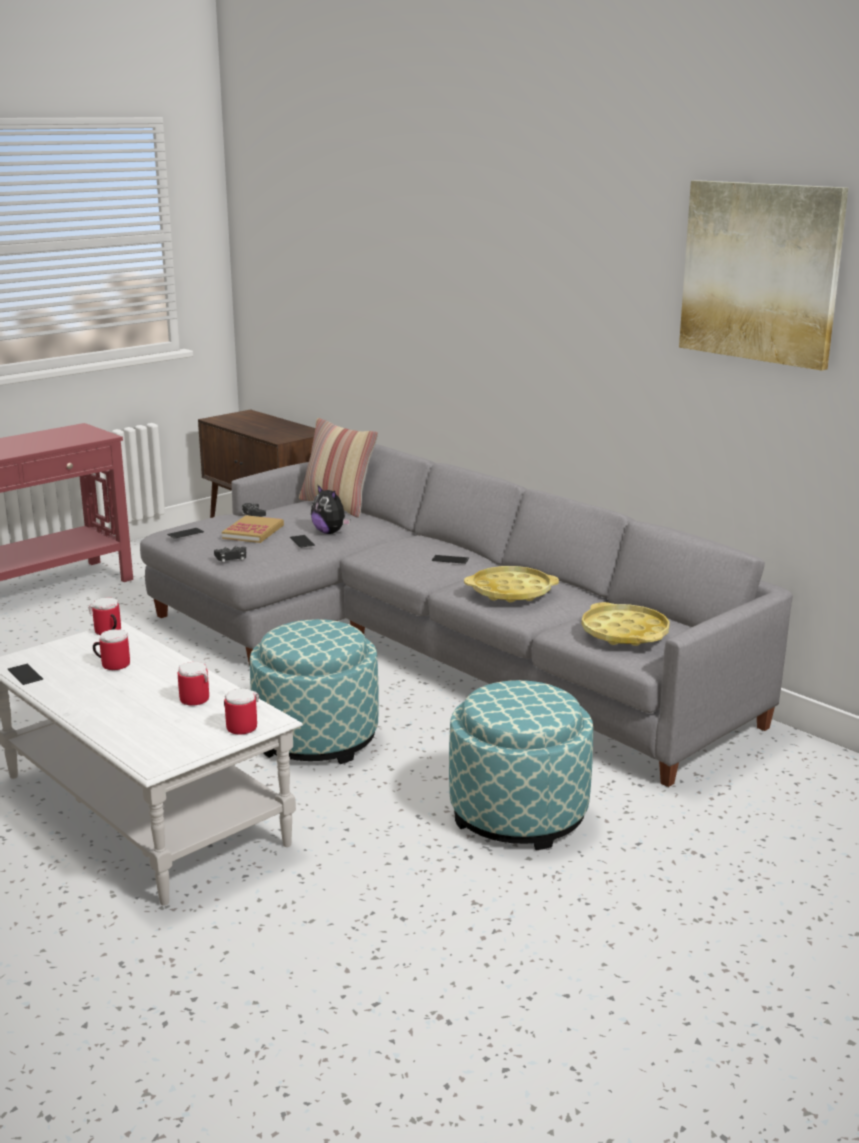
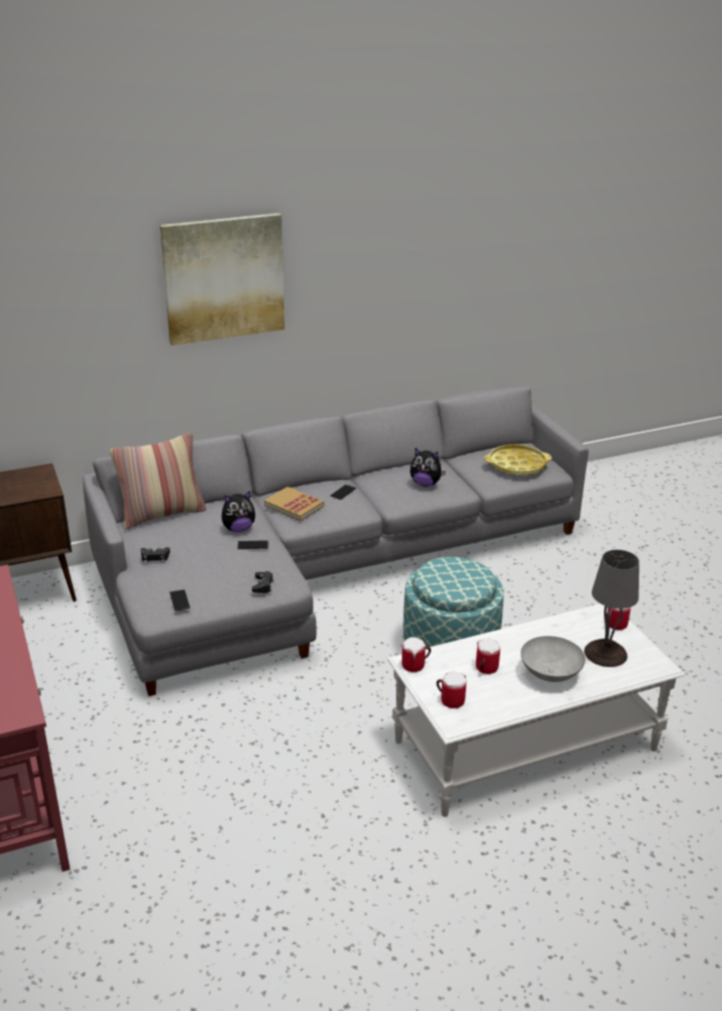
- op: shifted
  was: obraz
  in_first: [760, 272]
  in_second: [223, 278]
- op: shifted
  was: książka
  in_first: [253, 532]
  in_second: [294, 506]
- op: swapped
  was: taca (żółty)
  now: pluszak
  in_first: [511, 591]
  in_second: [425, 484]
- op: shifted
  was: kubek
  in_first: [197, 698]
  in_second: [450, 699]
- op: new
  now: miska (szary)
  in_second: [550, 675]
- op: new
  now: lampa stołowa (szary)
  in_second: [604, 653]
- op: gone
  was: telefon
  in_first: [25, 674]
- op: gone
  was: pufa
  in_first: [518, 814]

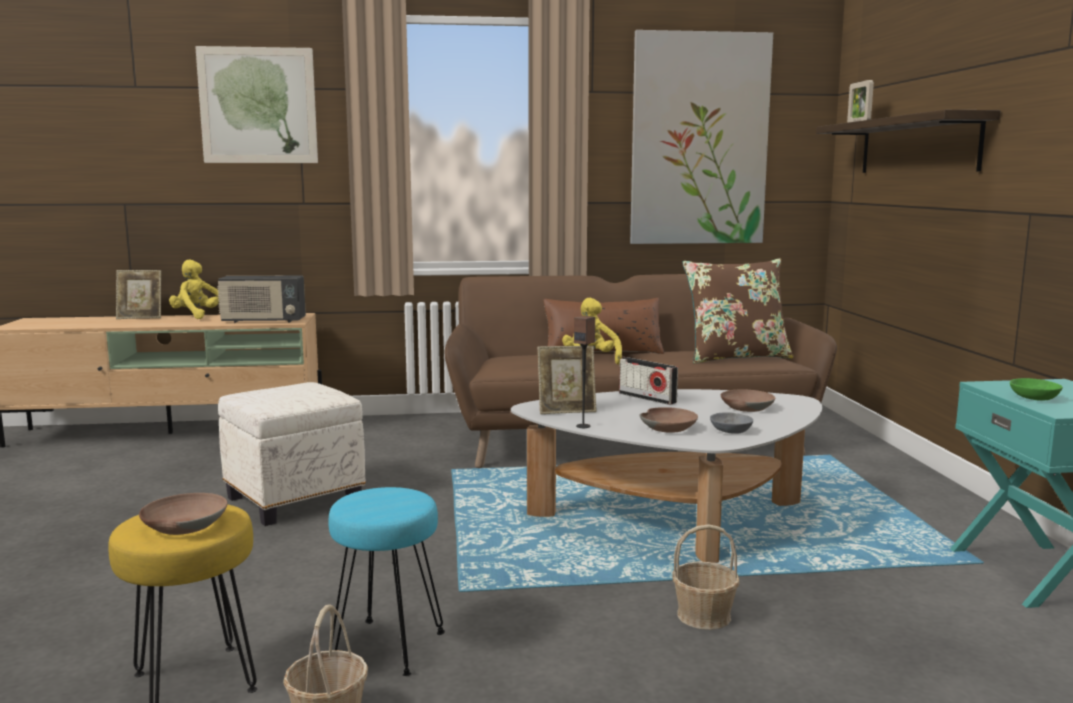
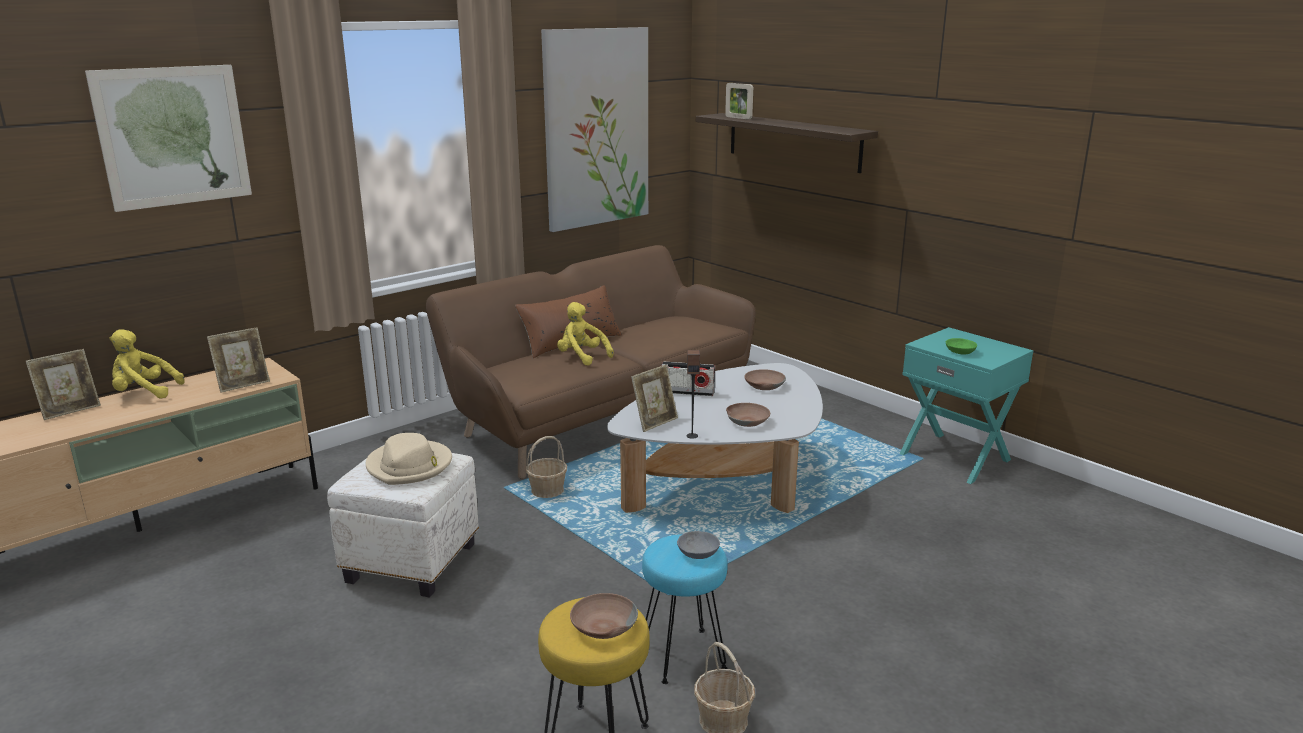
- op: swapped
  was: radio
  now: ramka na zdjęcie
  in_first: [263, 321]
  in_second: [243, 384]
- op: new
  now: kapelusz (beżowy)
  in_second: [410, 466]
- op: shifted
  was: koszyk
  in_first: [704, 616]
  in_second: [548, 491]
- op: shifted
  was: miska (szary)
  in_first: [730, 431]
  in_second: [697, 554]
- op: gone
  was: poduszka (brązowy)
  in_first: [735, 357]

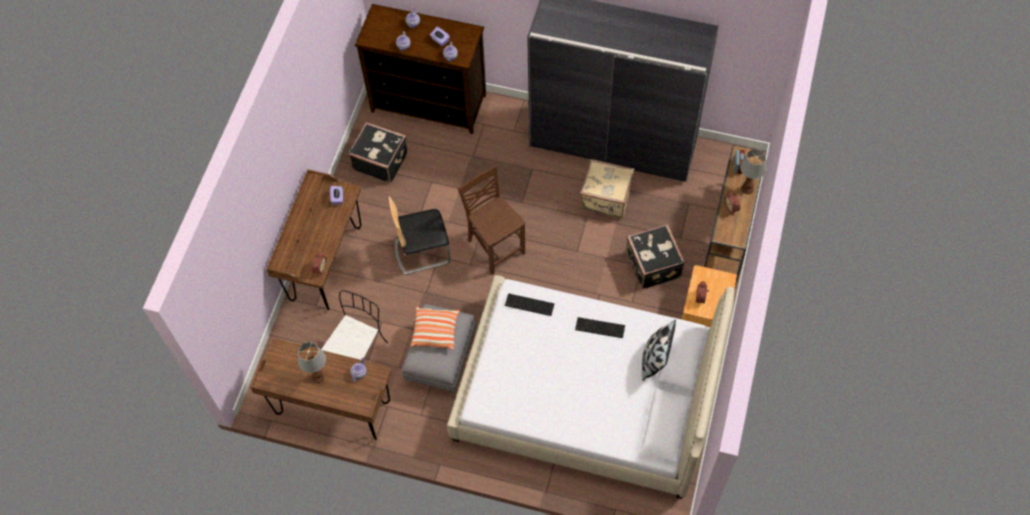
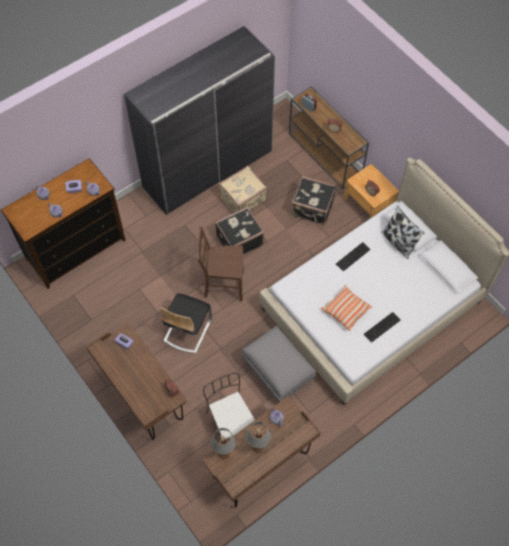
- op: shifted
  was: lampa stołowa
  in_first: [747, 189]
  in_second: [224, 453]
- op: shifted
  was: walizka (czarny)
  in_first: [380, 160]
  in_second: [239, 240]
- op: shifted
  was: poduszka
  in_first: [435, 331]
  in_second: [346, 310]
- op: shifted
  was: klawiatura
  in_first: [530, 305]
  in_second: [383, 327]

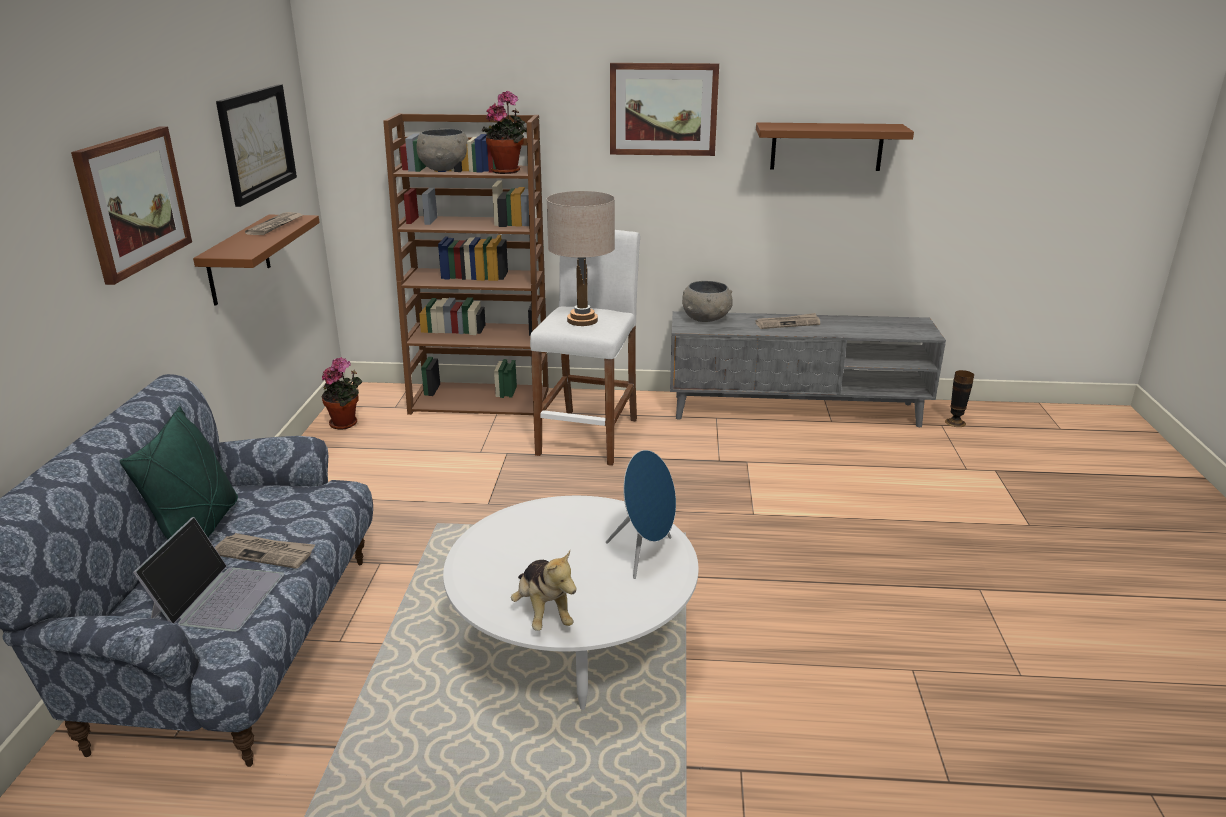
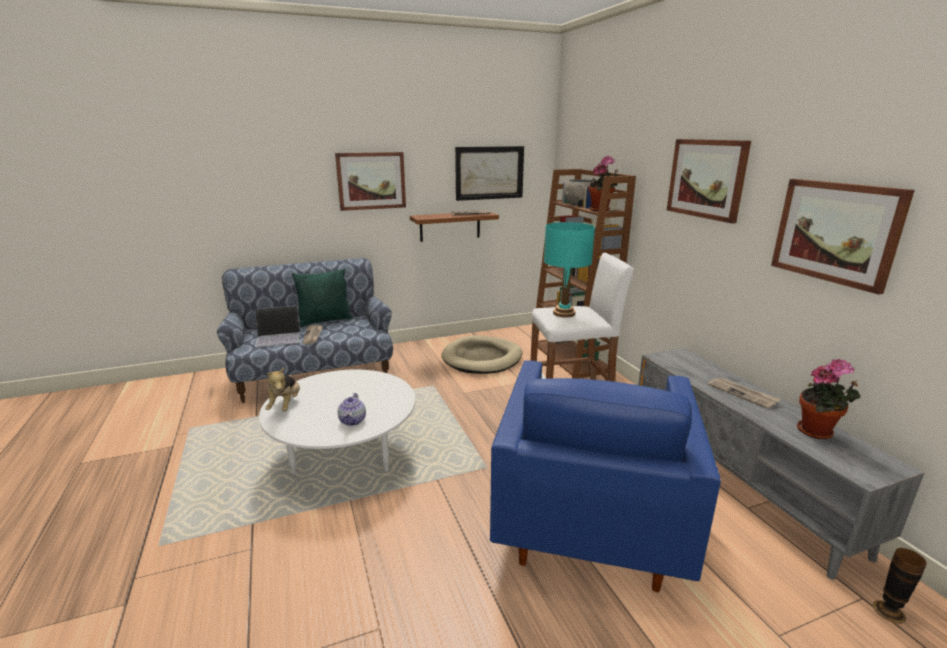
- op: rotated
  was: pluszak
  in_first: [543, 612]
  in_second: [285, 405]
  clockwise: -45
- op: swapped
  was: głośnik (niebieski)
  now: imbryk
  in_first: [645, 555]
  in_second: [353, 421]
- op: new
  now: legowisko (beżowy)
  in_second: [482, 358]
- op: new
  now: fotel (niebieski)
  in_second: [589, 521]
- op: repainted
  was: lampa stołowa (beżowy)
  now: lampa stołowa (turkusowy)
  in_first: [582, 320]
  in_second: [564, 313]
- op: swapped
  was: półka (brązowy)
  now: obraz
  in_first: [826, 146]
  in_second: [835, 232]
- op: shifted
  was: roślina doniczkowa
  in_first: [346, 423]
  in_second: [818, 432]
- op: gone
  was: miska (szary)
  in_first: [706, 319]

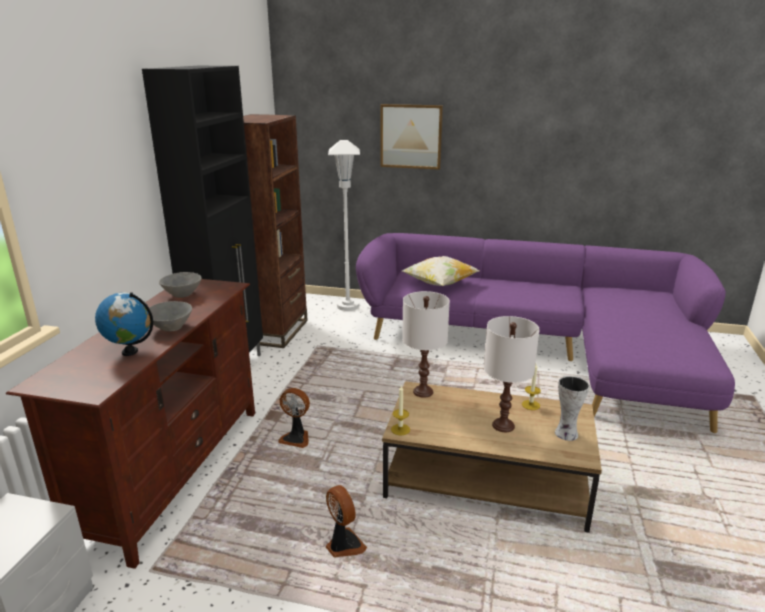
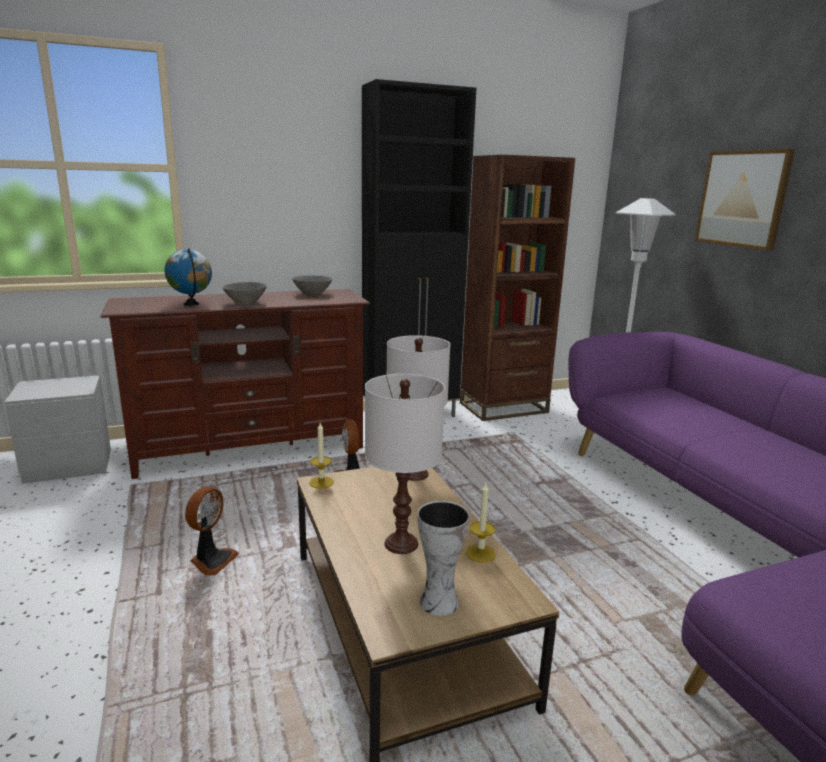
- op: gone
  was: poduszka
  in_first: [439, 284]

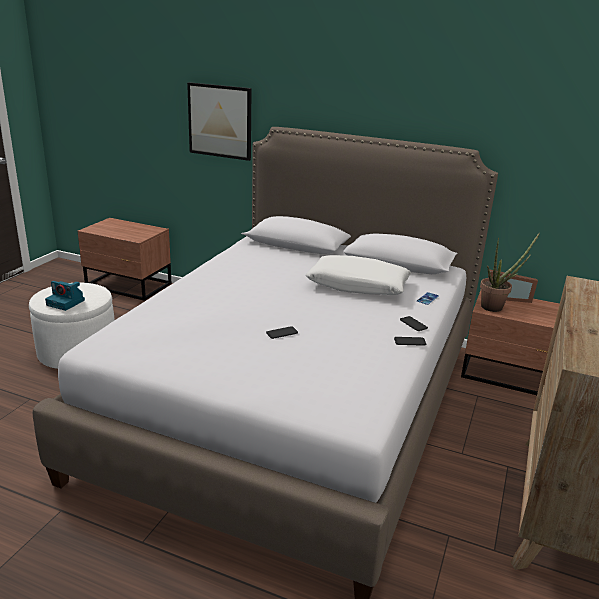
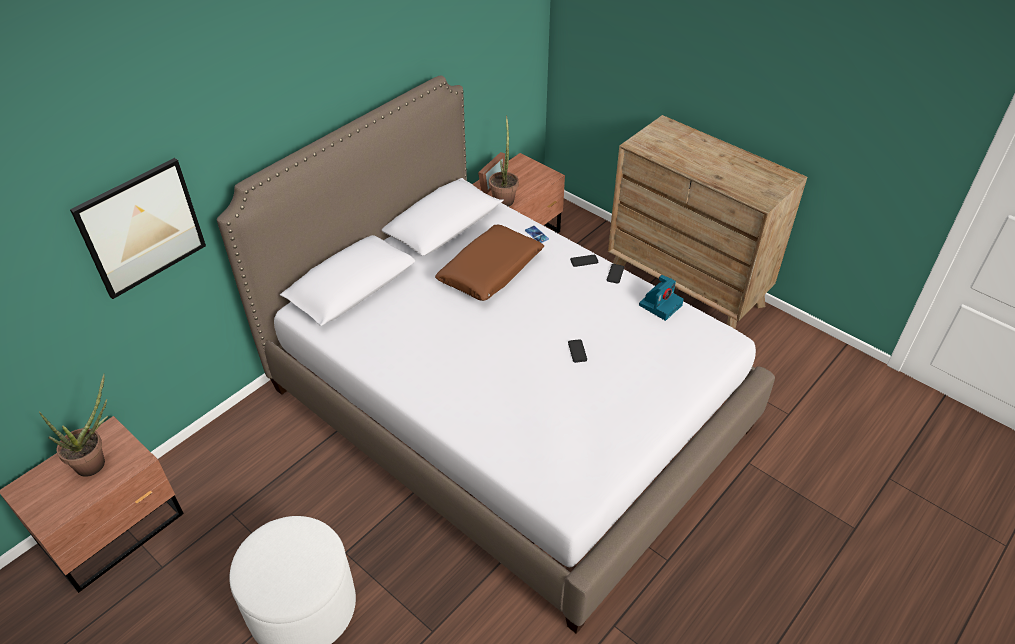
- op: new
  now: roślina doniczkowa
  in_second: [97, 461]
- op: repainted
  was: poduszka (biały)
  now: poduszka (brązowy)
  in_first: [358, 285]
  in_second: [491, 271]
- op: shifted
  was: aparat fotograficzny
  in_first: [66, 303]
  in_second: [660, 304]

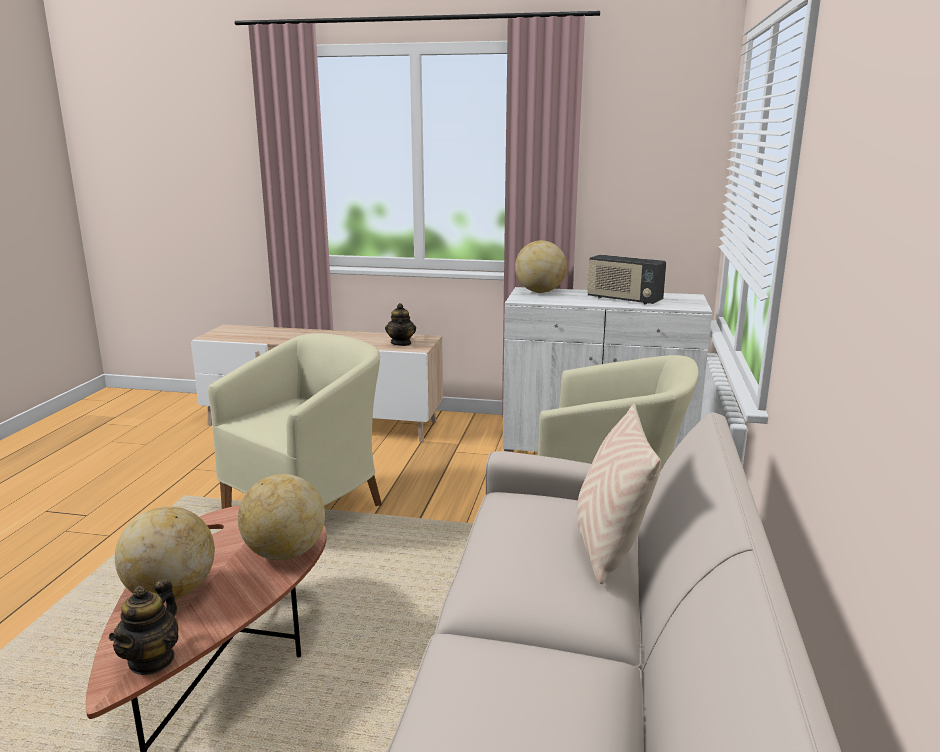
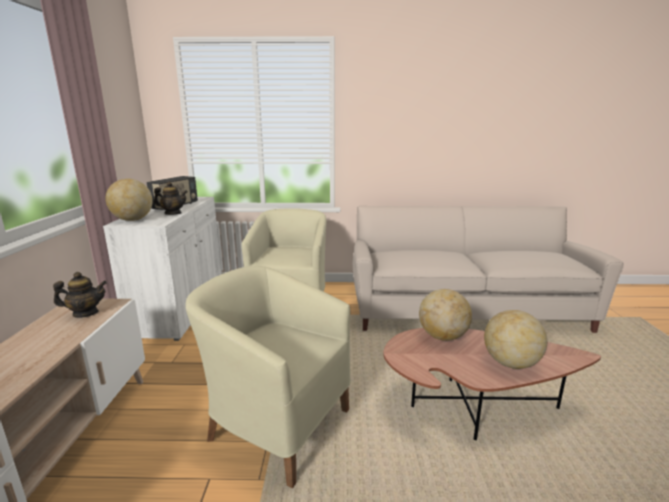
- op: shifted
  was: imbryk
  in_first: [152, 660]
  in_second: [173, 213]
- op: gone
  was: poduszka (beżowy)
  in_first: [608, 548]

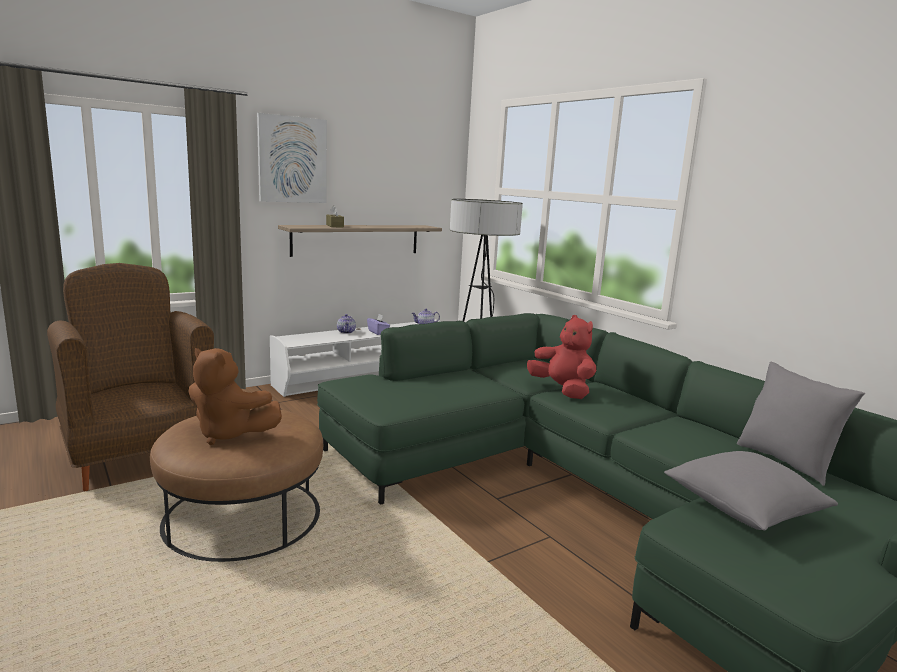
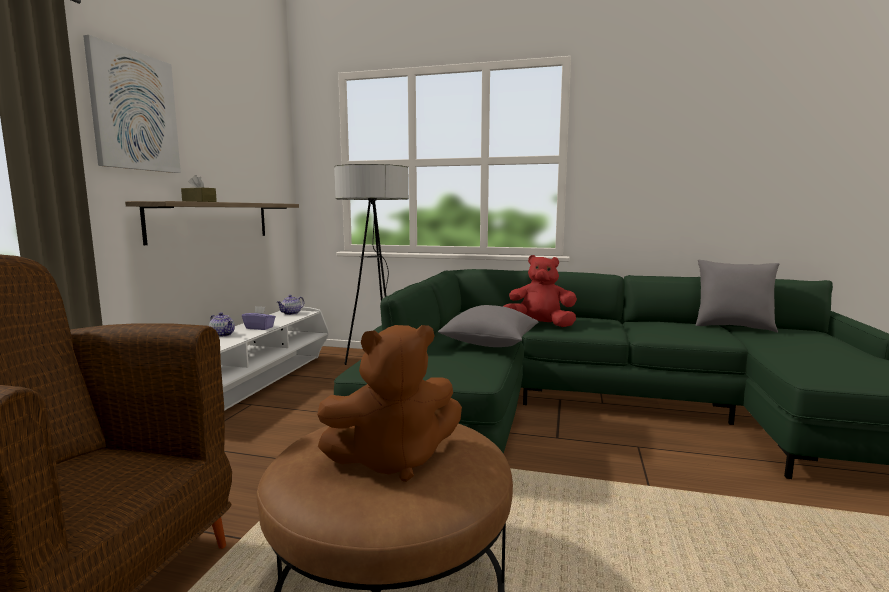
- op: shifted
  was: poduszka (szary)
  in_first: [742, 509]
  in_second: [489, 343]

